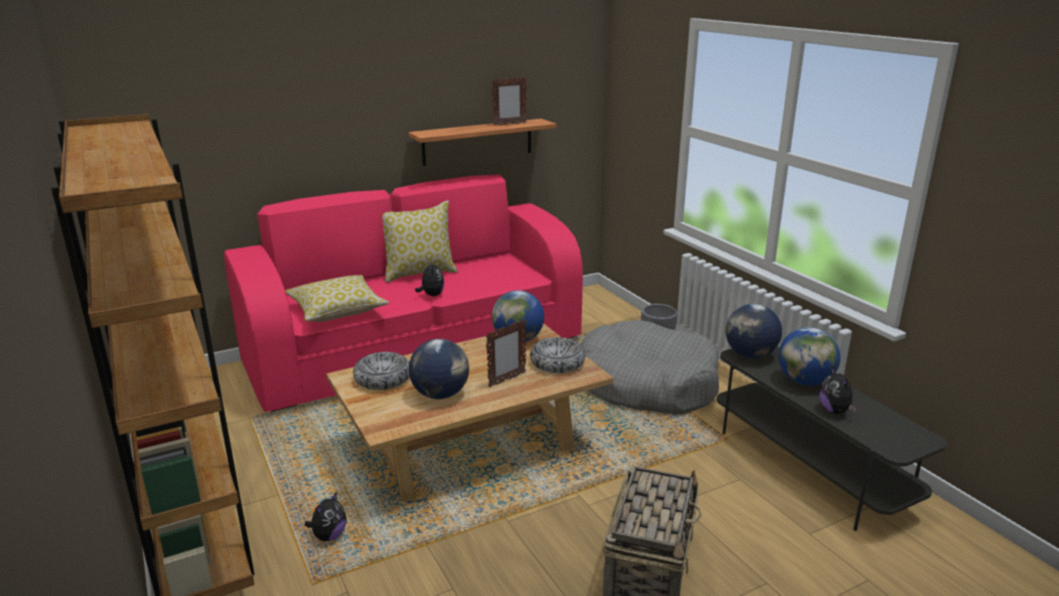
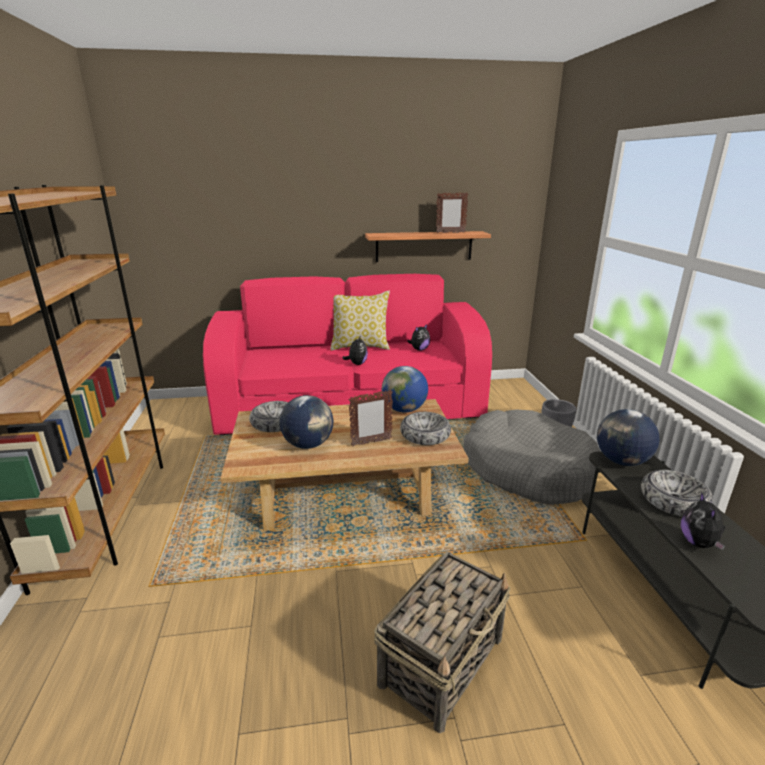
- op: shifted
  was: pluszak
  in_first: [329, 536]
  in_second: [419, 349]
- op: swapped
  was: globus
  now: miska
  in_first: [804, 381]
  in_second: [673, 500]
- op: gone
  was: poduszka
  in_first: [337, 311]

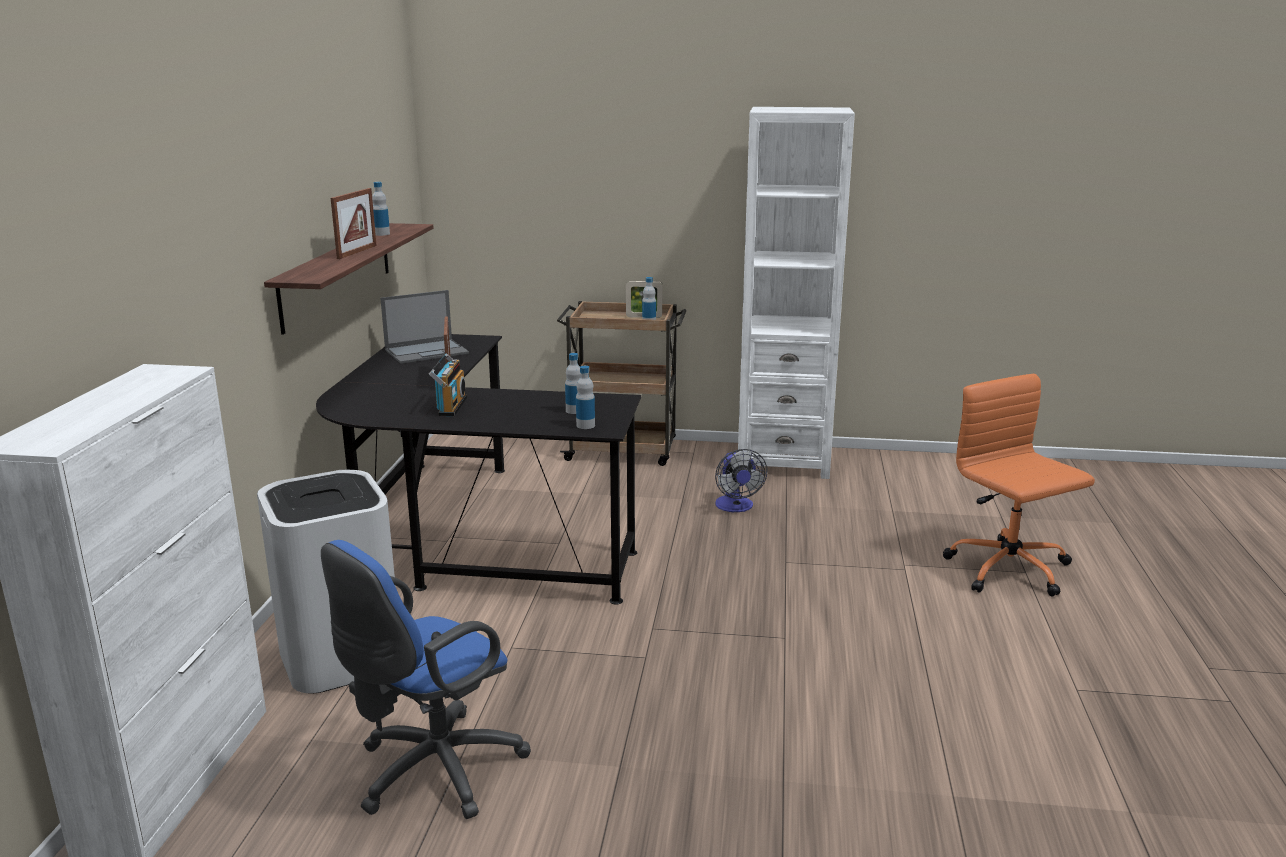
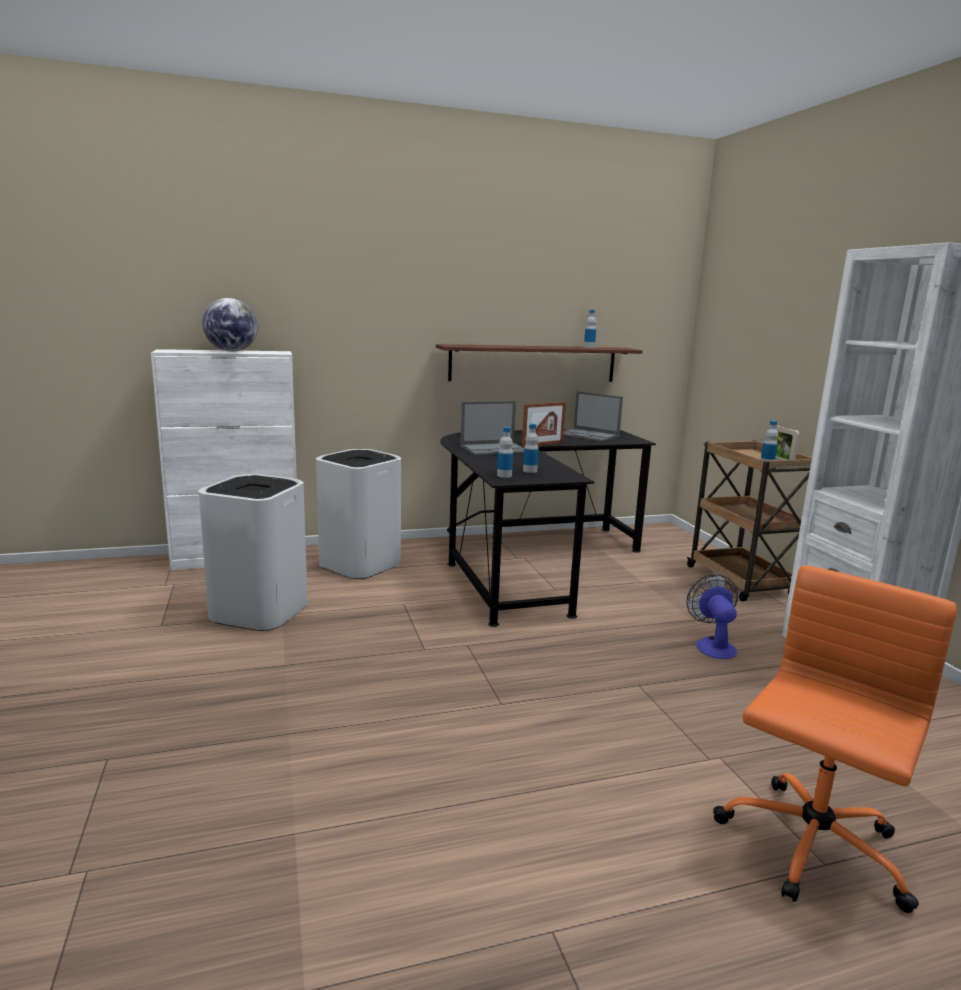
- op: swapped
  was: krzesło biurowe (niebieski)
  now: kosz na śmieci (biały)
  in_first: [431, 772]
  in_second: [259, 610]
- op: new
  now: globus
  in_second: [231, 351]
- op: swapped
  was: radio
  now: laptop
  in_first: [450, 406]
  in_second: [495, 449]
- op: rotated
  was: wentylator
  in_first: [736, 507]
  in_second: [712, 645]
  clockwise: 120
- op: gone
  was: ramka na zdjęcie
  in_first: [357, 252]

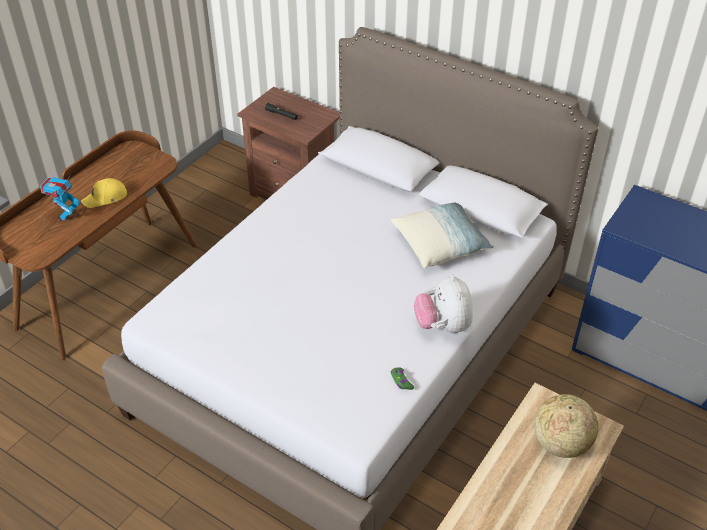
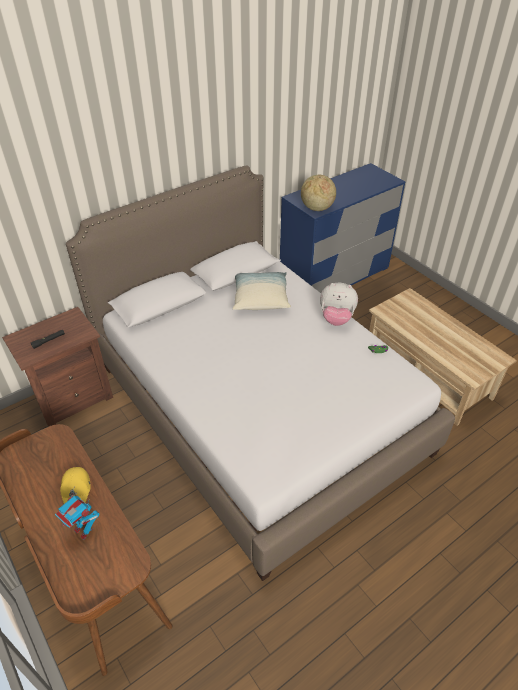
- op: shifted
  was: globus
  in_first: [560, 443]
  in_second: [316, 208]

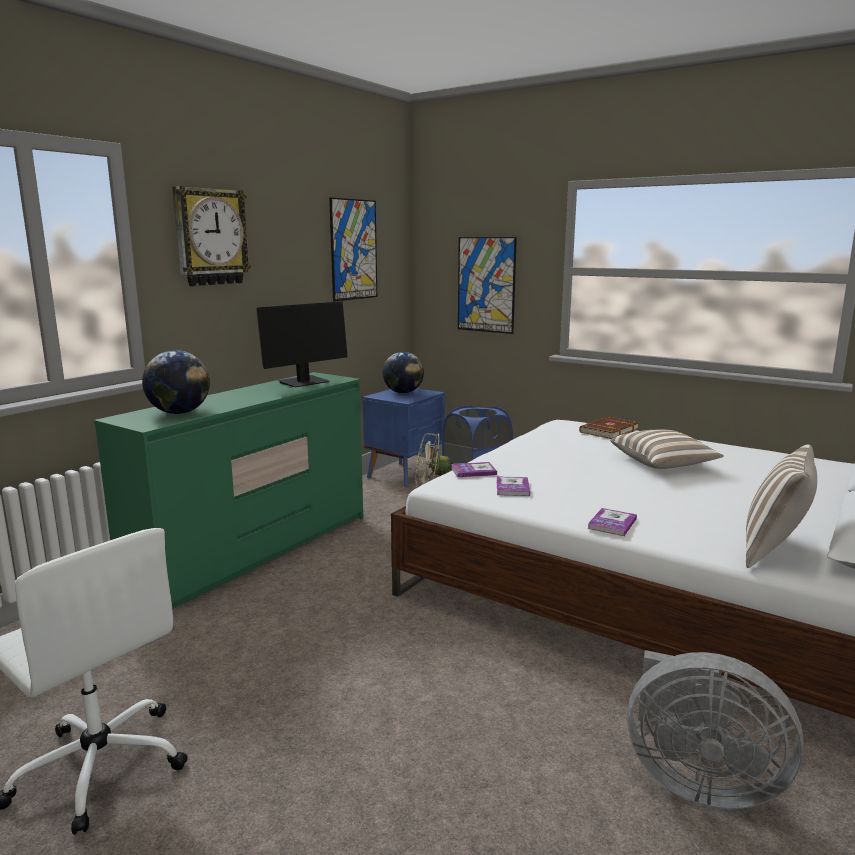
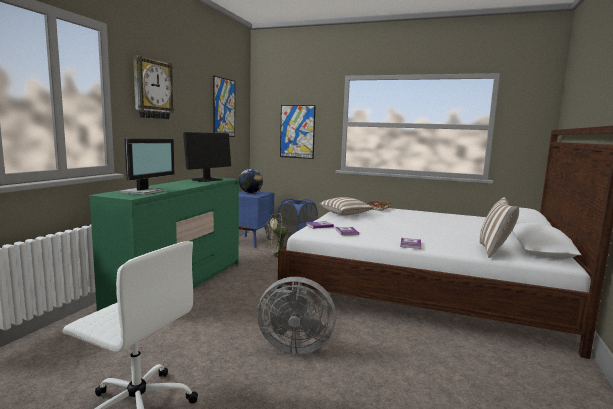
- op: swapped
  was: globus
  now: monitor
  in_first: [179, 412]
  in_second: [144, 191]
- op: shifted
  was: wentylator (szary)
  in_first: [696, 781]
  in_second: [294, 346]
- op: shifted
  was: poduszka
  in_first: [663, 464]
  in_second: [345, 214]

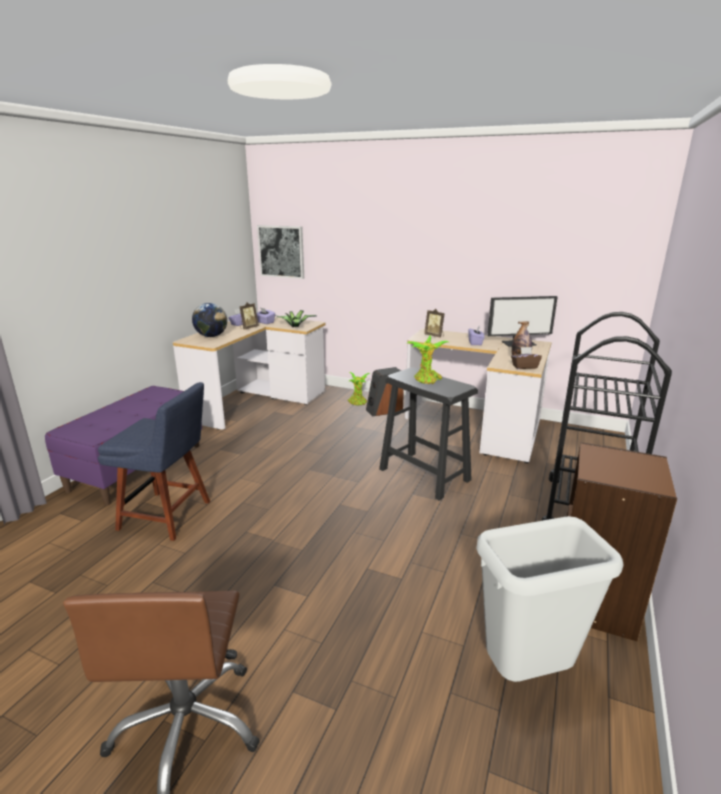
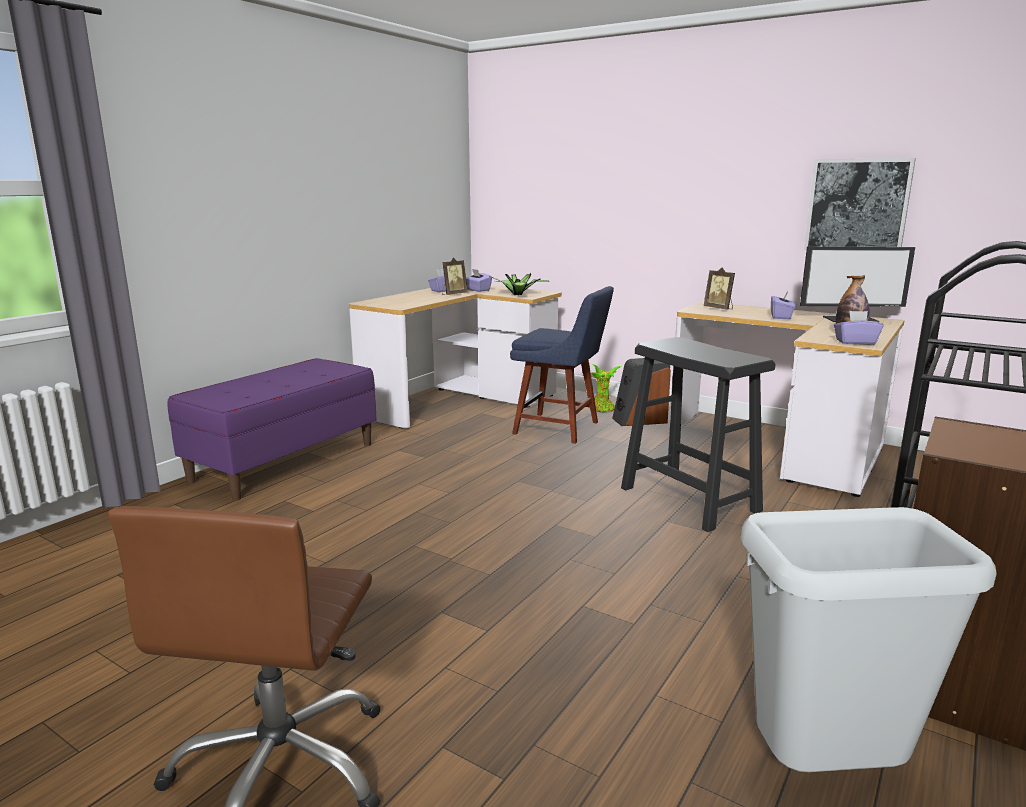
- op: shifted
  was: krzesło (niebieski)
  in_first: [169, 516]
  in_second: [560, 428]
- op: shifted
  was: obraz
  in_first: [281, 251]
  in_second: [857, 206]
- op: repainted
  was: pudełko chusteczek (brązowy)
  now: pudełko chusteczek (fioletowy)
  in_first: [524, 367]
  in_second: [855, 342]
- op: gone
  was: globus
  in_first: [211, 336]
- op: gone
  was: roślina doniczkowa
  in_first: [427, 380]

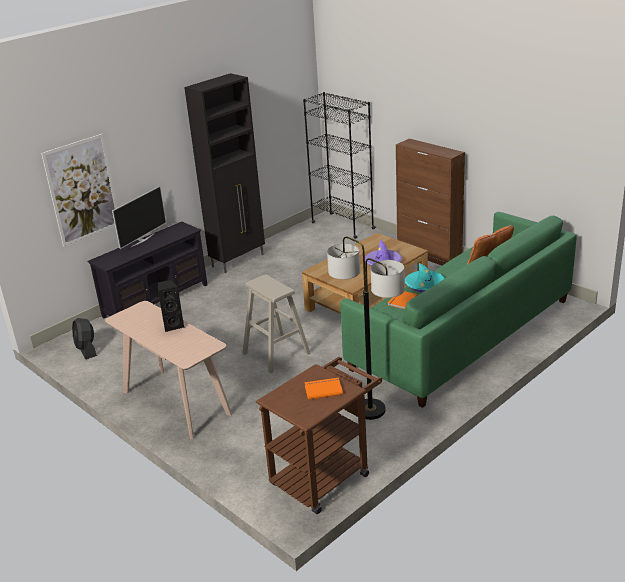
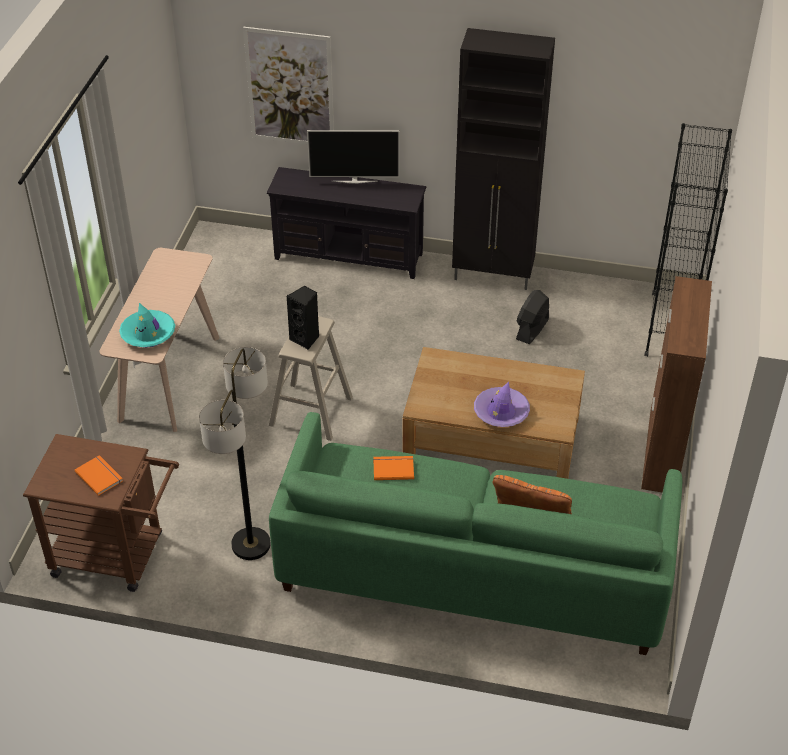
- op: shifted
  was: kapelusz (turkusowy)
  in_first: [424, 285]
  in_second: [148, 334]
- op: shifted
  was: głośnik (czarny)
  in_first: [173, 325]
  in_second: [306, 339]
- op: shifted
  was: wentylator (czarny)
  in_first: [86, 350]
  in_second: [532, 329]

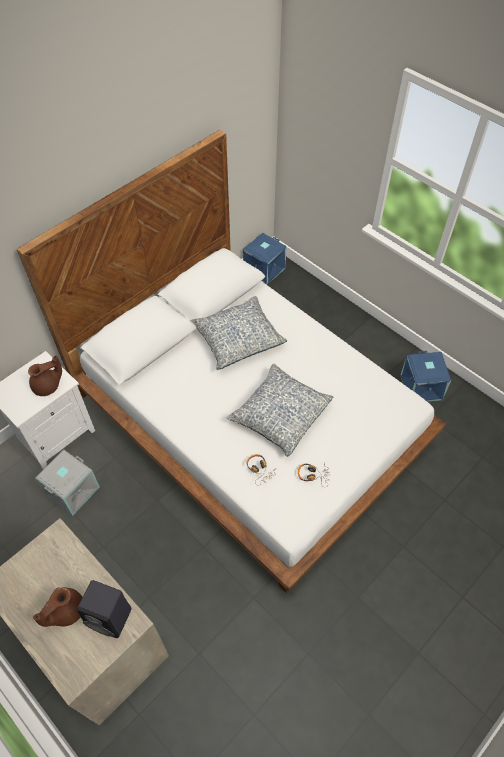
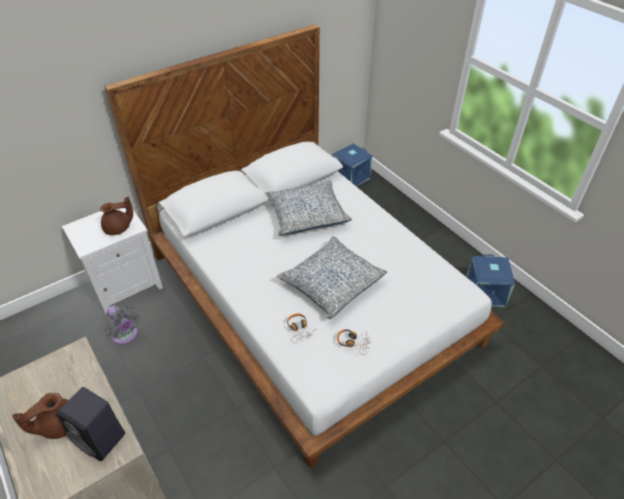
- op: swapped
  was: pojemnik do przechowywania (szary)
  now: wentylator (szary)
  in_first: [72, 490]
  in_second: [126, 336]

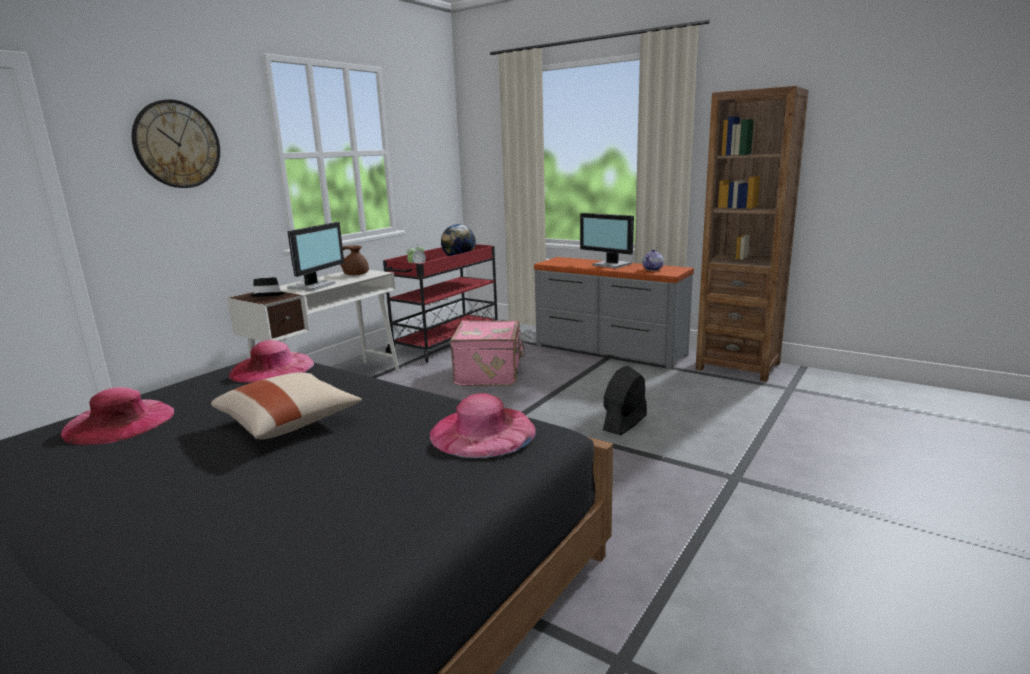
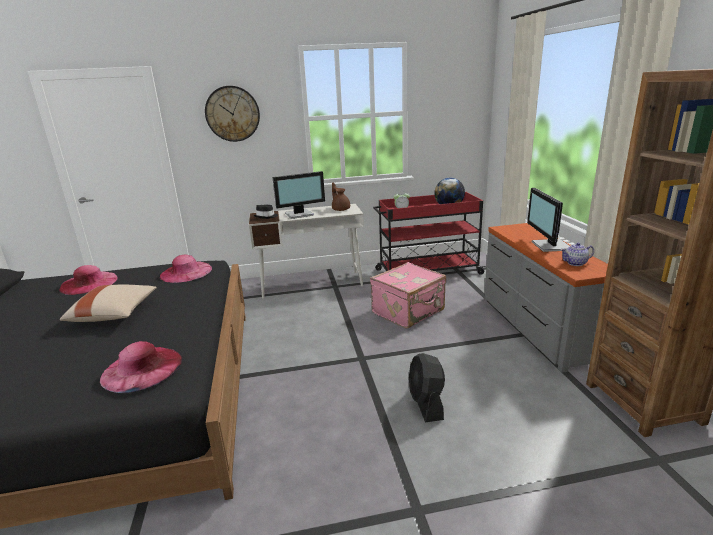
- op: rotated
  was: wentylator (czarny)
  in_first: [625, 422]
  in_second: [426, 403]
  clockwise: -90

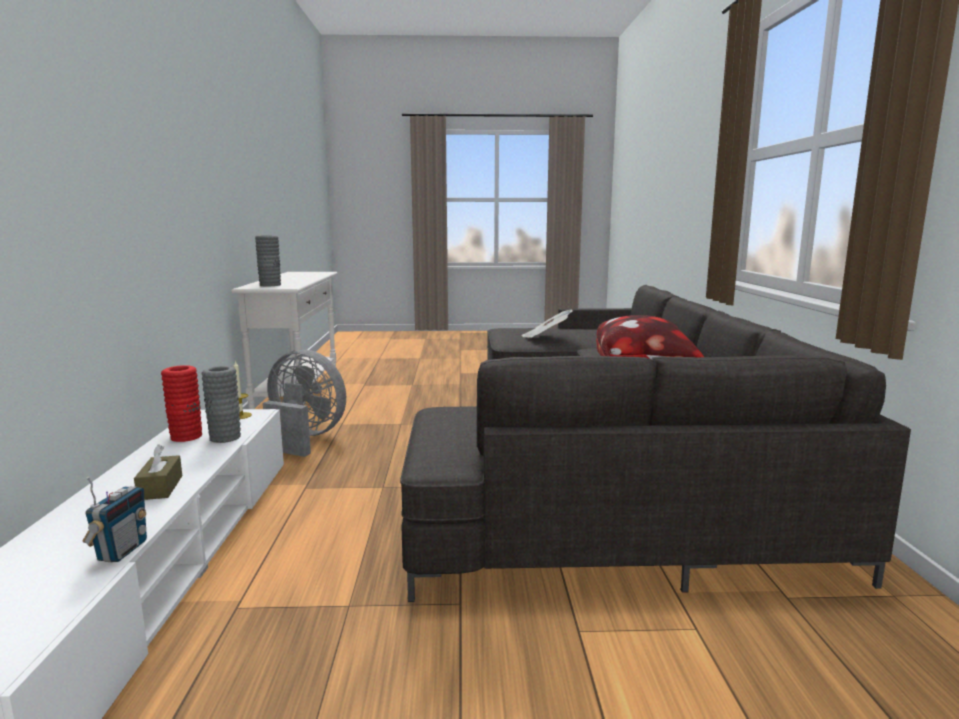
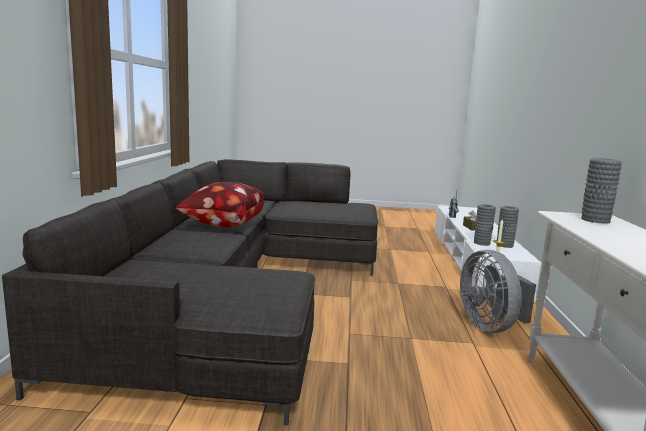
- op: rotated
  was: wentylator (szary)
  in_first: [304, 438]
  in_second: [491, 326]
  clockwise: 45
- op: repainted
  was: wazon (czerwony)
  now: wazon (szary)
  in_first: [186, 436]
  in_second: [504, 245]
- op: gone
  was: gazeta
  in_first: [545, 337]

